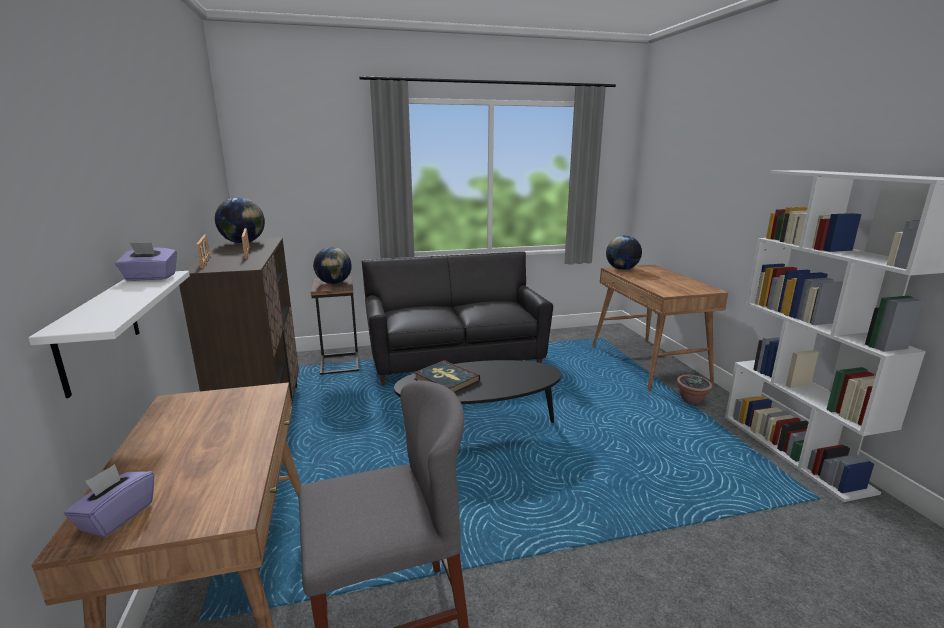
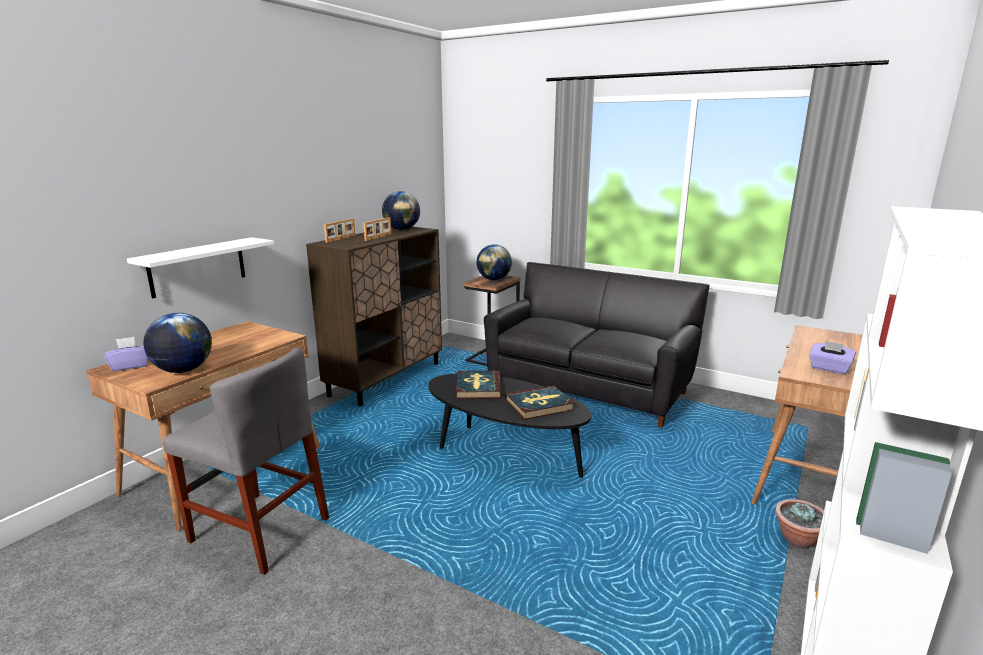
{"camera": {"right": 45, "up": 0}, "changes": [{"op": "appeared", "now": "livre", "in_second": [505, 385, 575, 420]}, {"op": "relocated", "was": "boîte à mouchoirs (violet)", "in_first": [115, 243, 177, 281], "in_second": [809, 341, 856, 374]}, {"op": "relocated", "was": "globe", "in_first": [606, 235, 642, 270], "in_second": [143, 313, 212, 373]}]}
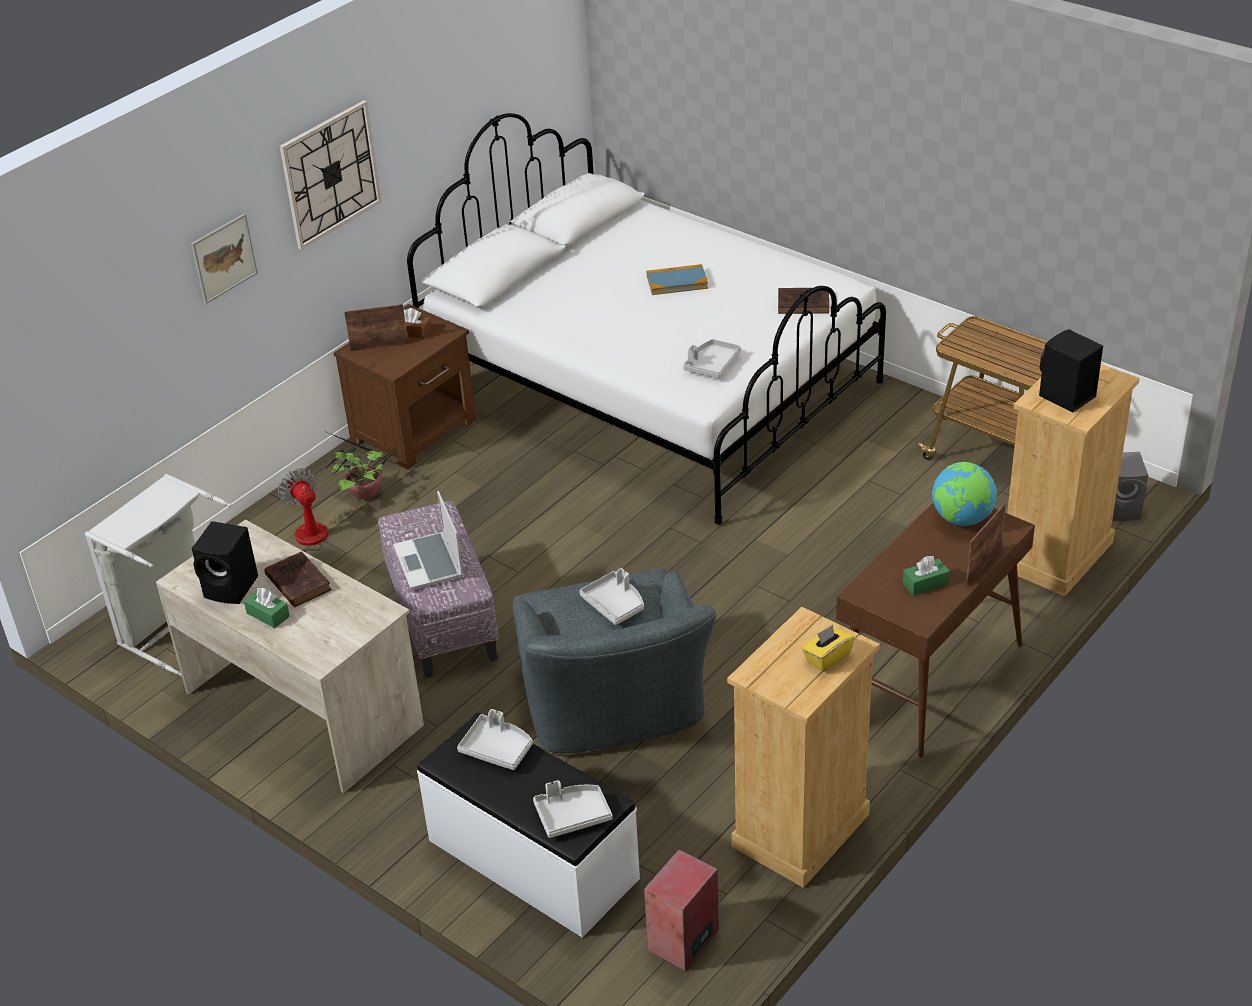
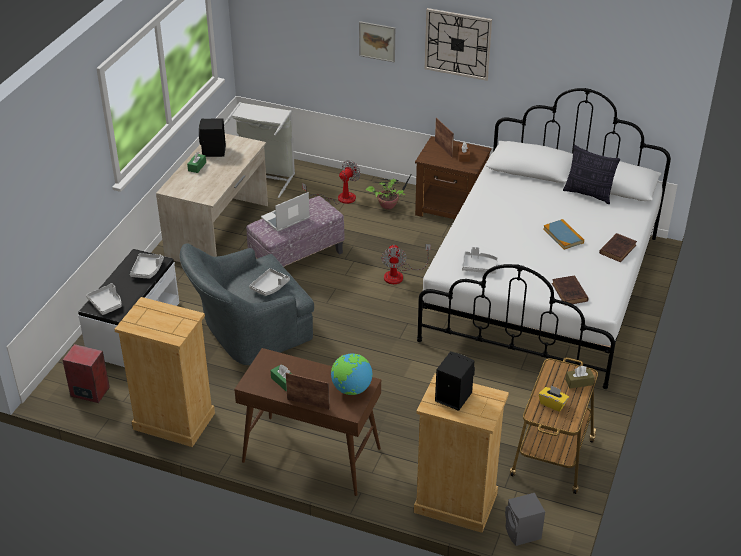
{"camera": {"right": 70, "up": 0}, "changes": [{"op": "appeared", "now": "ventilateur", "in_second": [381, 244, 431, 284]}, {"op": "appeared", "now": "coussin", "in_second": [563, 145, 620, 204]}, {"op": "appeared", "now": "boîte à mouchoirs (marron)", "in_second": [565, 366, 595, 388]}, {"op": "relocated", "was": "livre (marron)", "in_first": [265, 552, 332, 607], "in_second": [599, 233, 637, 262]}, {"op": "relocated", "was": "boîte à mouchoirs (jaune)", "in_first": [802, 625, 855, 672], "in_second": [539, 385, 569, 412]}]}
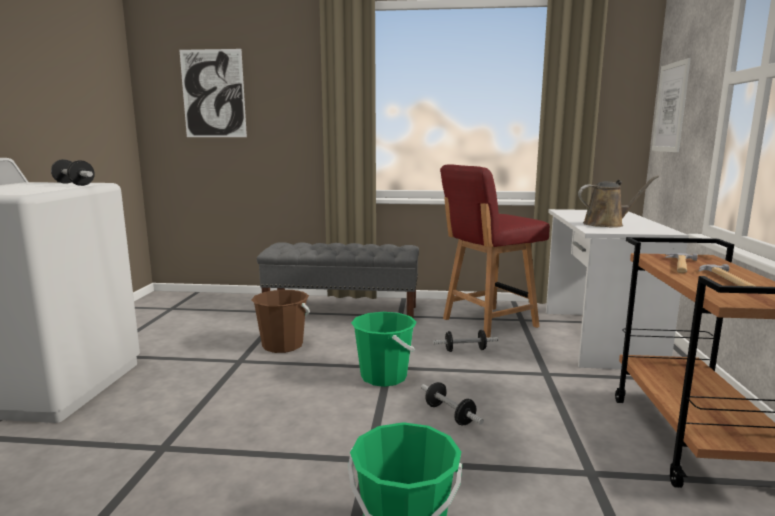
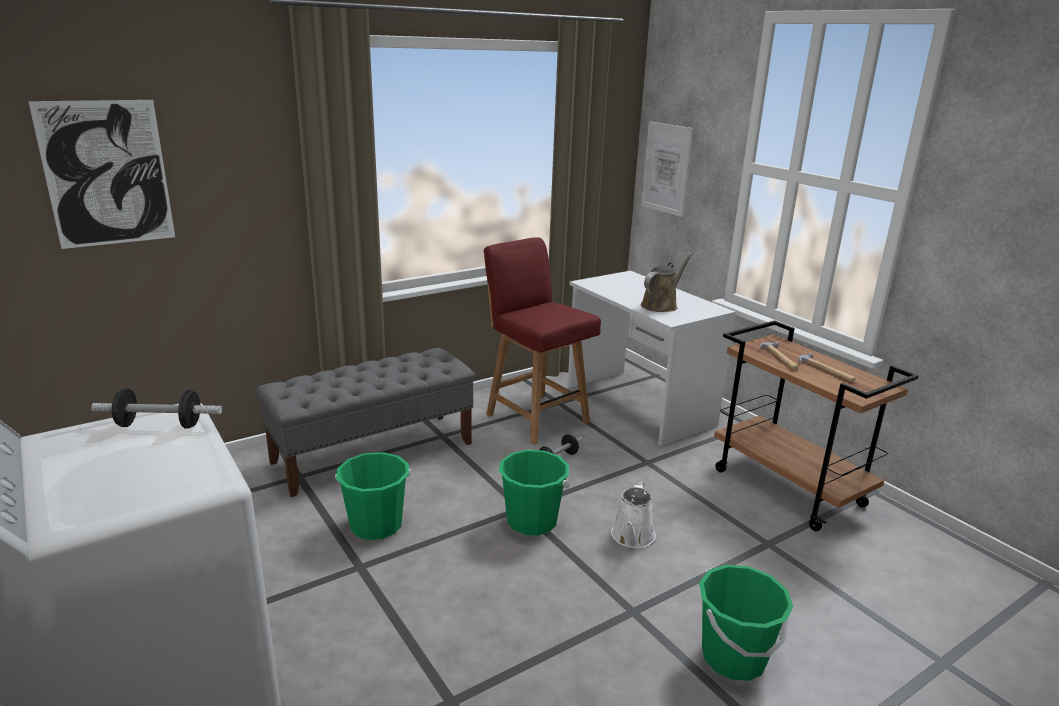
{"camera": {"right": -40, "up": 10}, "changes": [{"op": "exchanged", "was": "haltère", "now": "arrosoir (blanc)", "in_first": [421, 382, 484, 425], "in_second": [611, 481, 656, 548]}, {"op": "colour", "was": "seau (marron)", "now": "seau (vert)", "in_first": [252, 290, 310, 353], "in_second": [335, 452, 411, 540]}, {"op": "spun", "was": "chaise (rouge)", "in_first": [440, 164, 550, 338], "in_second": [484, 237, 601, 445], "clockwise": 120}]}
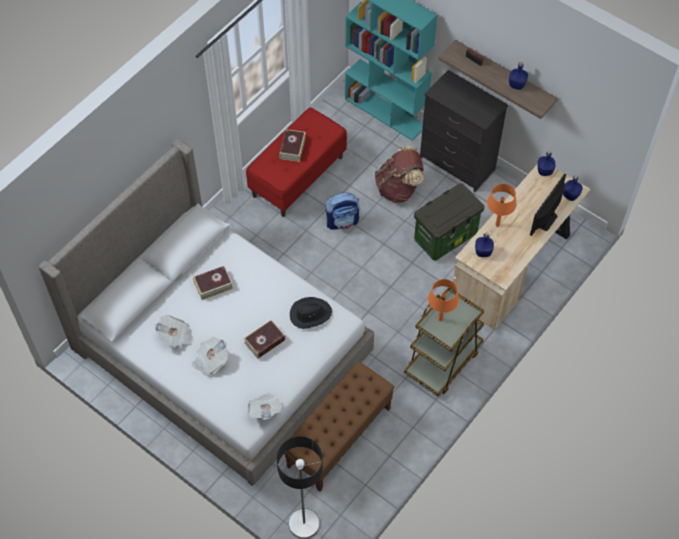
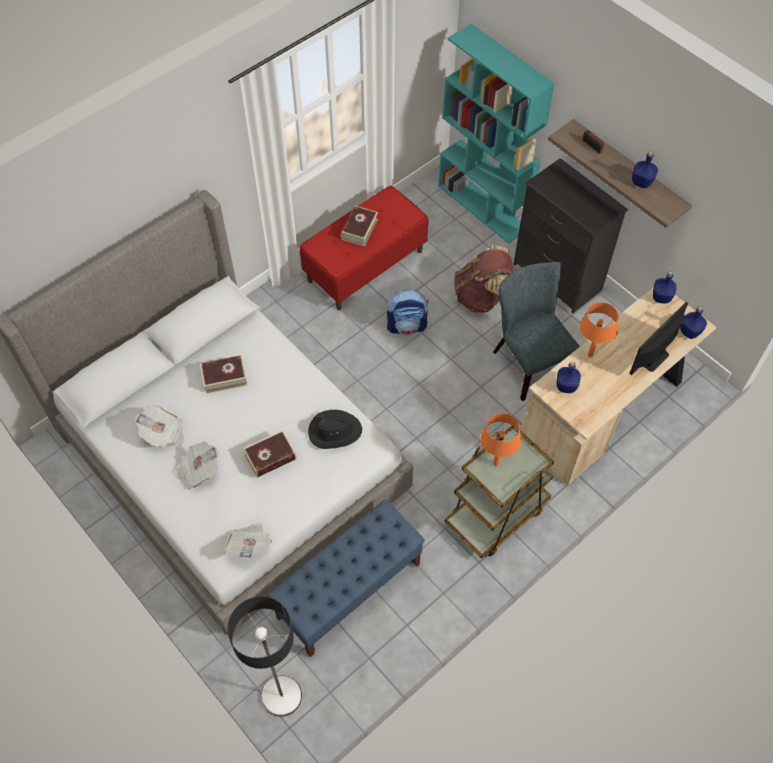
{"camera": {"right": 10, "up": 0}, "changes": [{"op": "exchanged", "was": "boîte de rangement", "now": "chaise (gris)", "in_first": [414, 183, 484, 260], "in_second": [493, 262, 580, 401]}, {"op": "colour", "was": "banc (marron)", "now": "banc (bleu)", "in_first": [285, 361, 395, 492], "in_second": [267, 500, 425, 657]}]}
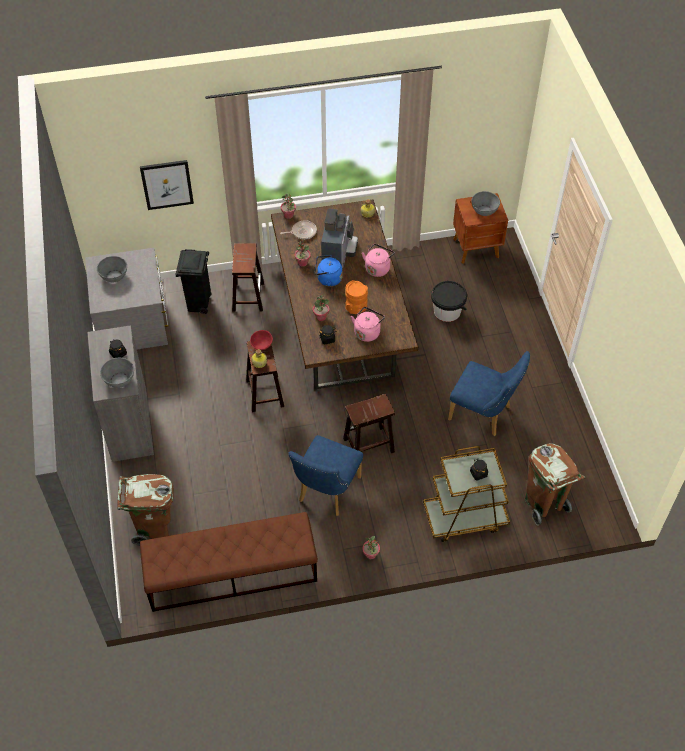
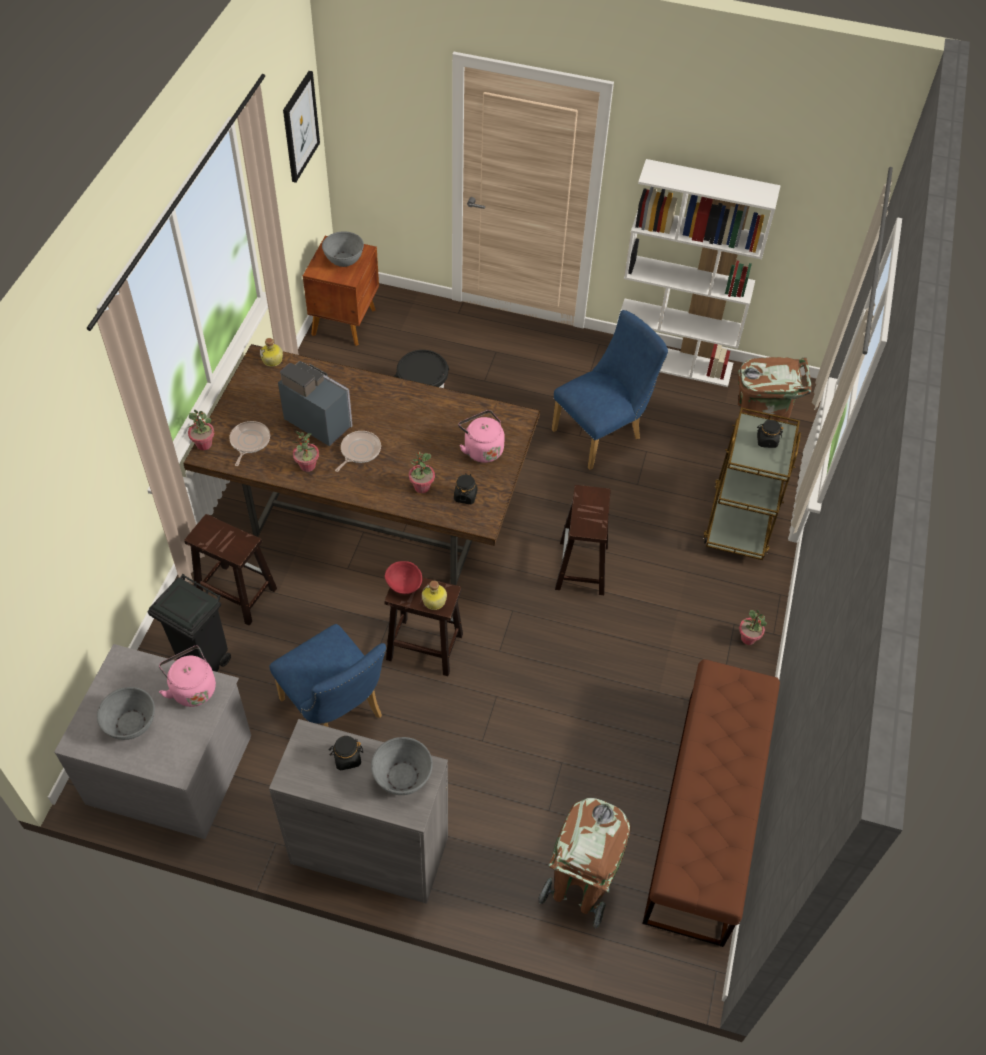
{"camera": {"right": -65, "up": 0}, "changes": [{"op": "missing", "was": "vase (orange)", "in_first": [345, 280, 368, 314]}, {"op": "appeared", "now": "bibliothèque (blanc)", "in_second": [617, 159, 781, 387]}, {"op": "relocated", "was": "tableau", "in_first": [140, 160, 194, 210], "in_second": [283, 71, 320, 183]}, {"op": "relocated", "was": "chaise (bleu)", "in_first": [288, 435, 363, 516], "in_second": [269, 624, 386, 727]}, {"op": "relocated", "was": "bouilloire (rose)", "in_first": [362, 244, 394, 277], "in_second": [159, 646, 216, 707]}, {"op": "exchanged", "was": "bouilloire (bleu)", "now": "poêle", "in_first": [315, 255, 343, 287], "in_second": [335, 431, 381, 472]}]}
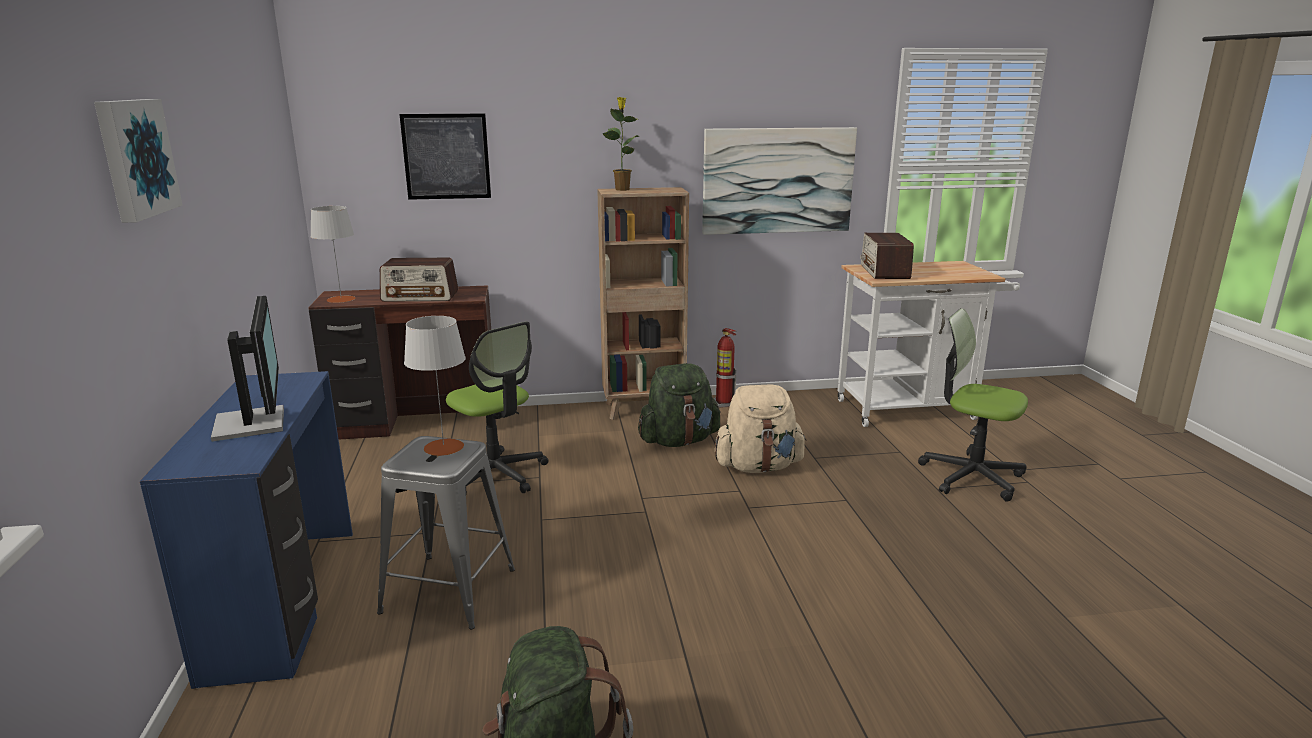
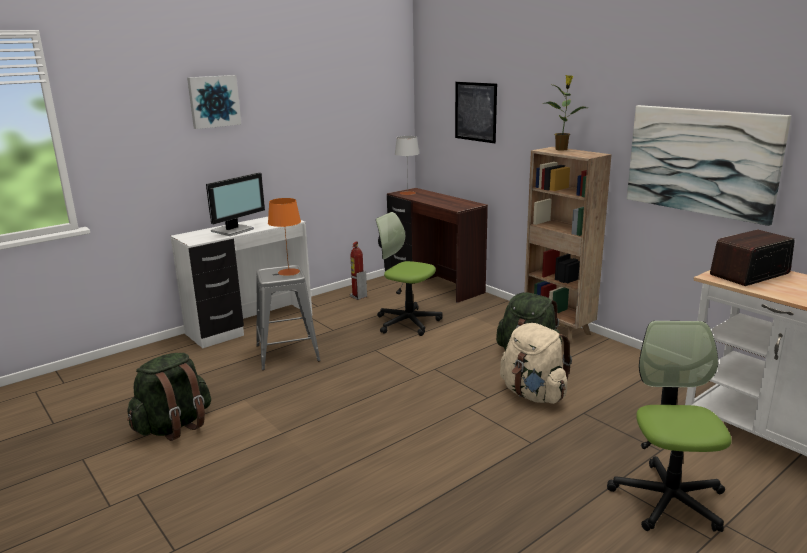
{"camera": {"right": 60, "up": 0}, "changes": [{"op": "missing", "was": "radio", "in_first": [380, 258, 458, 302]}, {"op": "relocated", "was": "extincteur", "in_first": [714, 328, 736, 408], "in_second": [350, 242, 367, 300]}, {"op": "colour", "was": "bureau (bleu)", "now": "bureau (blanc)", "in_first": [140, 371, 353, 689], "in_second": [170, 217, 312, 348]}, {"op": "colour", "was": "lampe de table (gris)", "now": "lampe de table (orange)", "in_first": [404, 316, 466, 456], "in_second": [268, 198, 301, 276]}, {"op": "spun", "was": "chaise de bureau", "in_first": [446, 322, 549, 494], "in_second": [376, 212, 443, 336], "clockwise": 105}]}
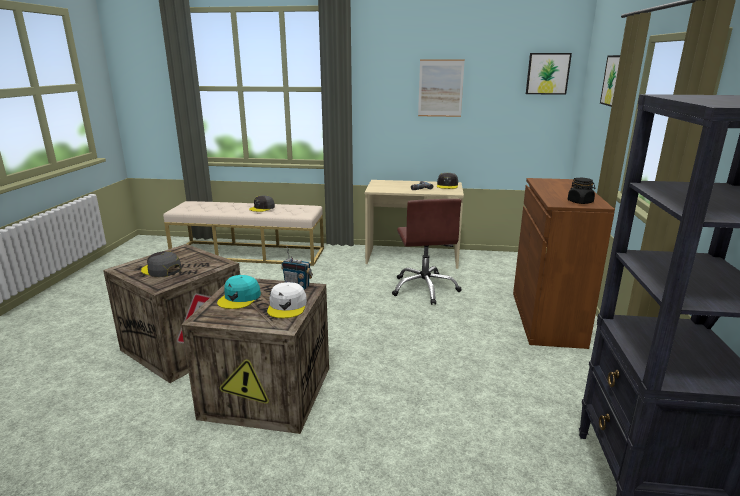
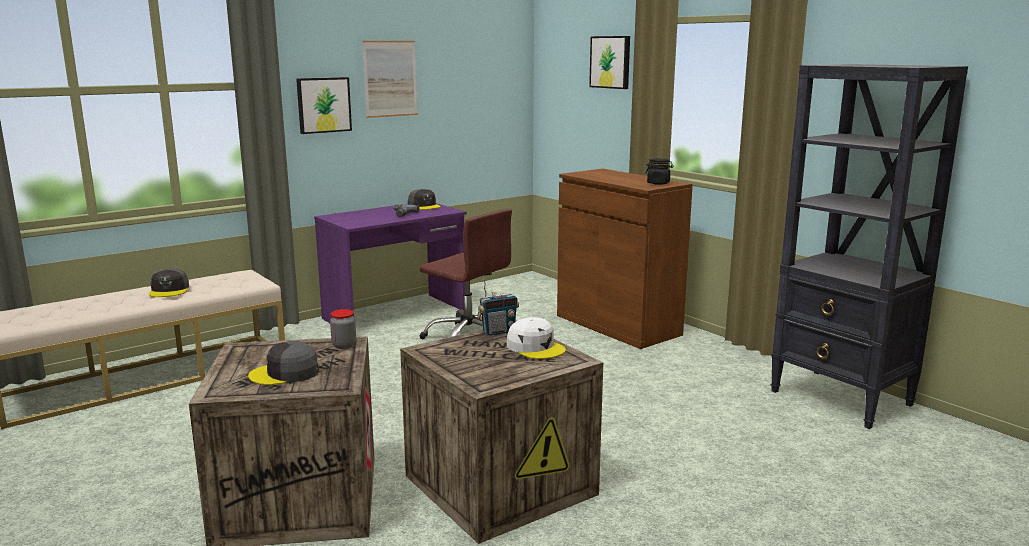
{"camera": {"right": -45, "up": -5}, "changes": [{"op": "missing", "was": "casquette (turquoise)", "in_first": [217, 275, 261, 309]}, {"op": "appeared", "now": "bocal", "in_second": [330, 309, 356, 349]}, {"op": "relocated", "was": "tableau", "in_first": [526, 53, 572, 95], "in_second": [296, 77, 352, 134]}, {"op": "colour", "was": "bureau (beige)", "now": "bureau (violet)", "in_first": [364, 180, 464, 269], "in_second": [314, 203, 467, 323]}]}
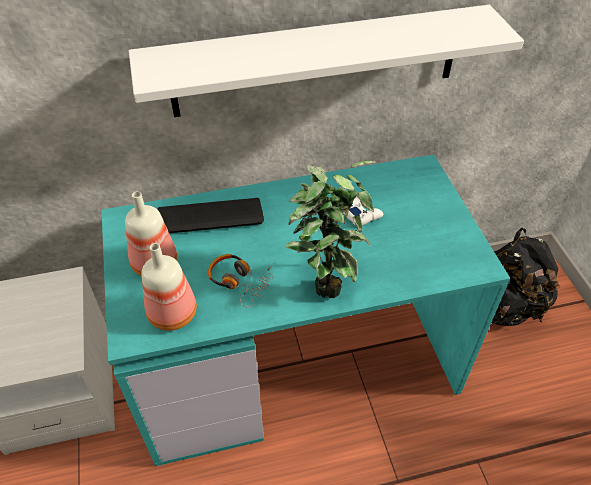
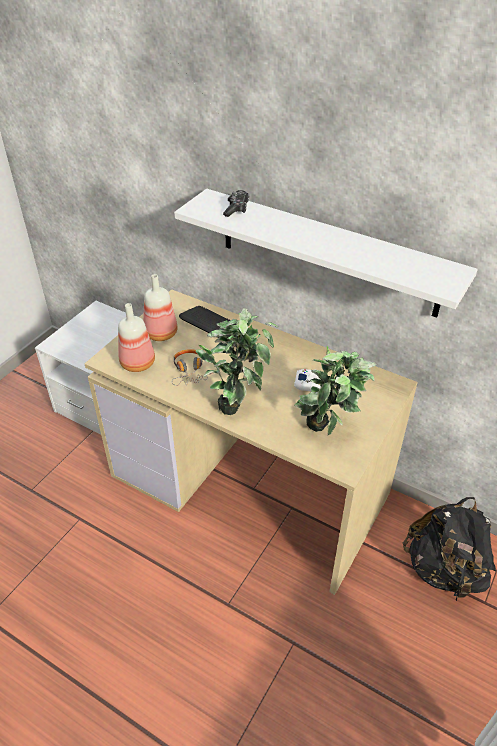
{"camera": {"right": 45, "up": -5}, "changes": [{"op": "appeared", "now": "manette", "in_second": [223, 190, 249, 217]}, {"op": "appeared", "now": "plante en pot", "in_second": [294, 346, 377, 435]}, {"op": "colour", "was": "bureau (turquoise)", "now": "bureau (beige)", "in_first": [101, 154, 510, 466], "in_second": [85, 289, 418, 595]}]}
